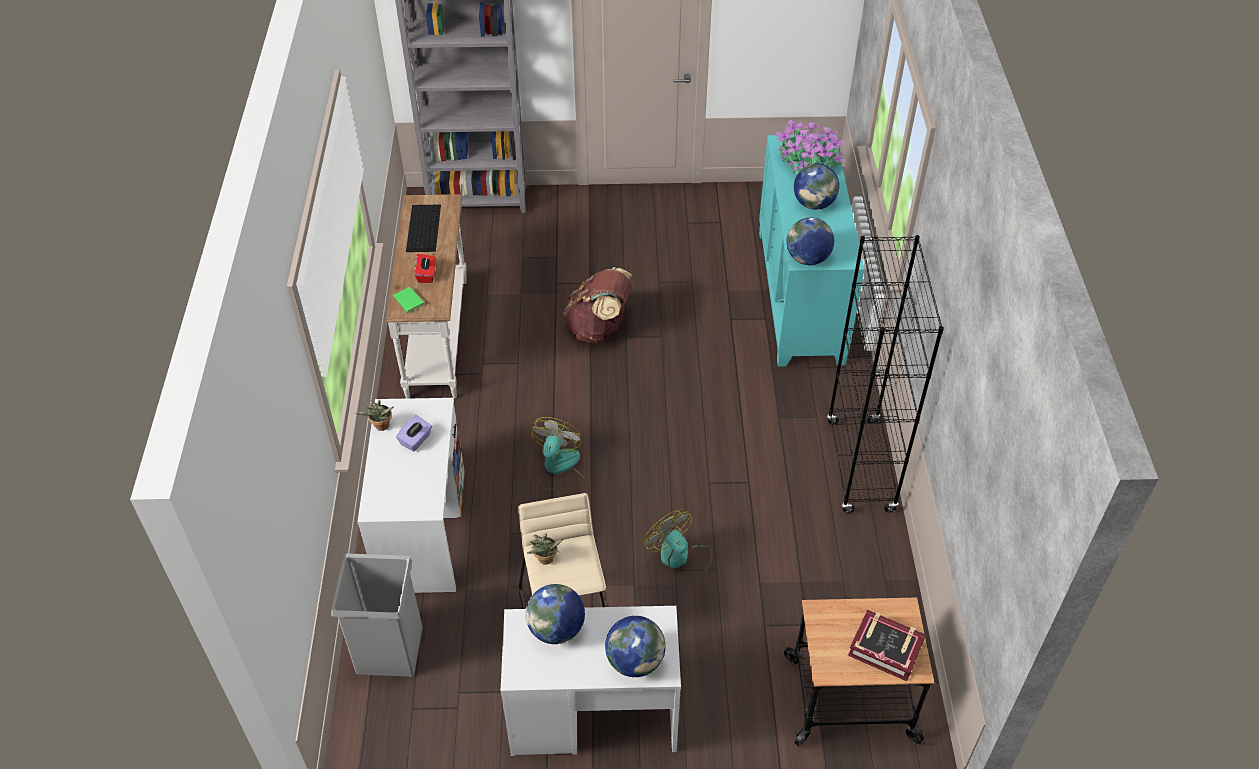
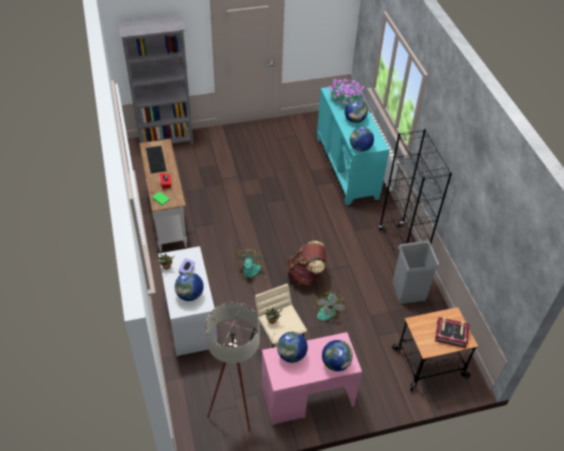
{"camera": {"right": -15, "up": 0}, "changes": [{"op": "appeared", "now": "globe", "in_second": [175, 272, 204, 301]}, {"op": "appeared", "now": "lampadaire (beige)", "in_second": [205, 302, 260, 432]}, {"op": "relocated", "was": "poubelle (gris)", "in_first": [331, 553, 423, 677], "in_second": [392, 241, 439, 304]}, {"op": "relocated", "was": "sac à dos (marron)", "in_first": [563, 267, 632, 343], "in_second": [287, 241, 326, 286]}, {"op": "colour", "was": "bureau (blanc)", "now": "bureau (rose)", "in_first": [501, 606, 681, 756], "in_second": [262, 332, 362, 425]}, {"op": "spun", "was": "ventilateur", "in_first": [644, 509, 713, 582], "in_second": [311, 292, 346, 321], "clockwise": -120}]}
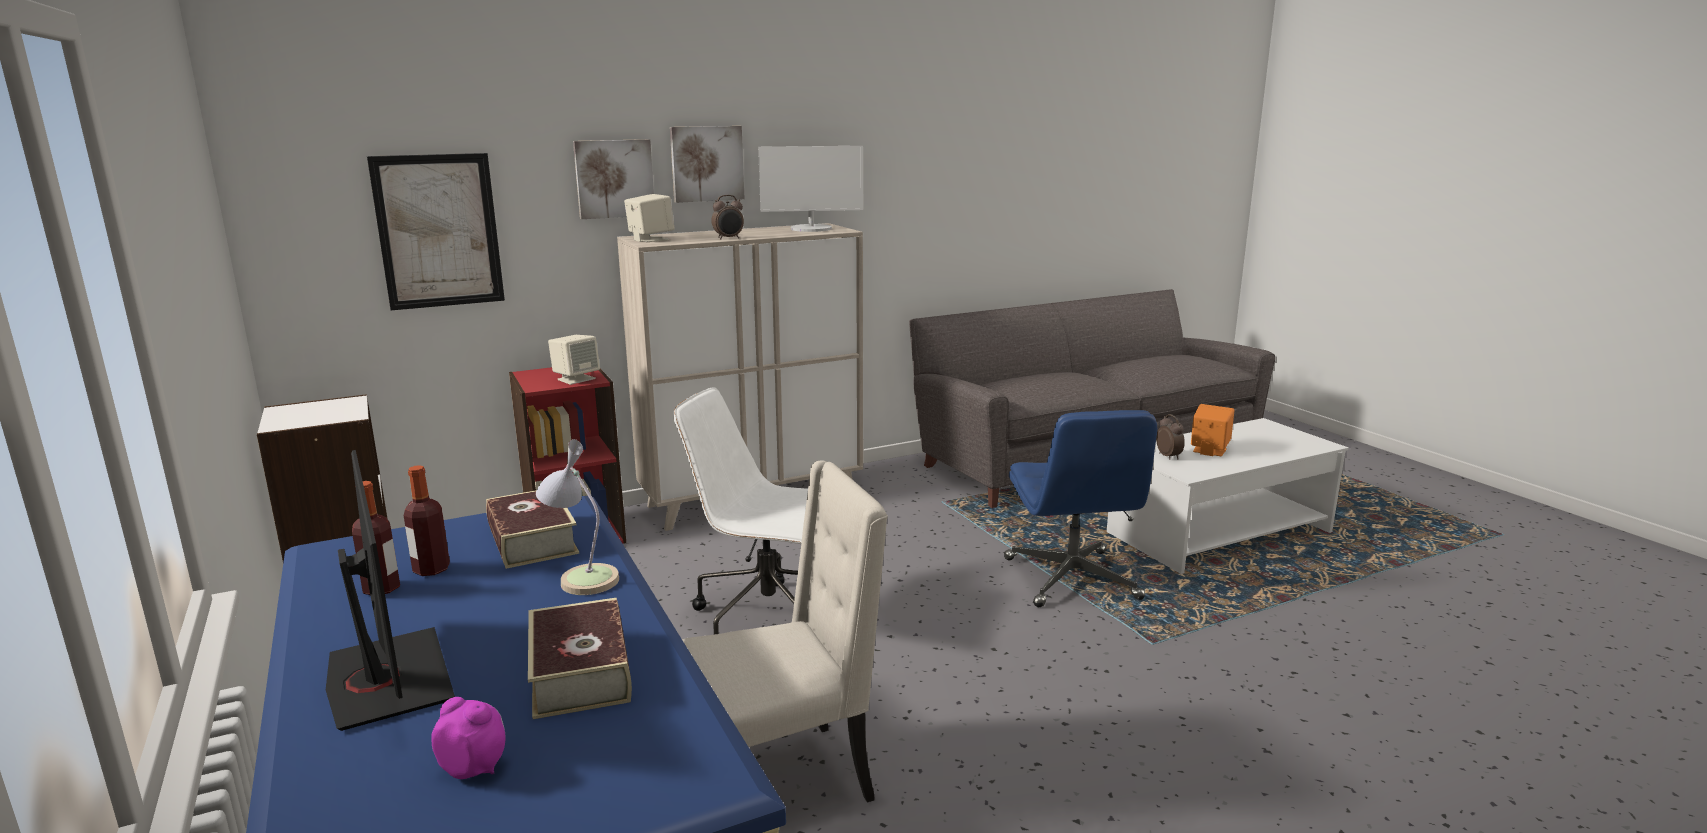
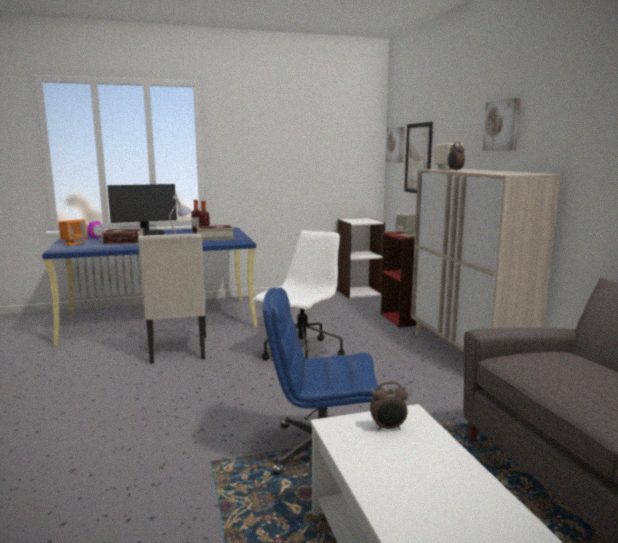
{"camera": {"right": 100, "up": -5}, "changes": [{"op": "missing", "was": "écran d'ordinateur", "in_first": [758, 146, 863, 232]}, {"op": "relocated", "was": "tableau", "in_first": [573, 139, 654, 219], "in_second": [386, 127, 404, 163]}, {"op": "relocated", "was": "enceinte (orange)", "in_first": [1191, 404, 1234, 456], "in_second": [58, 219, 87, 245]}]}
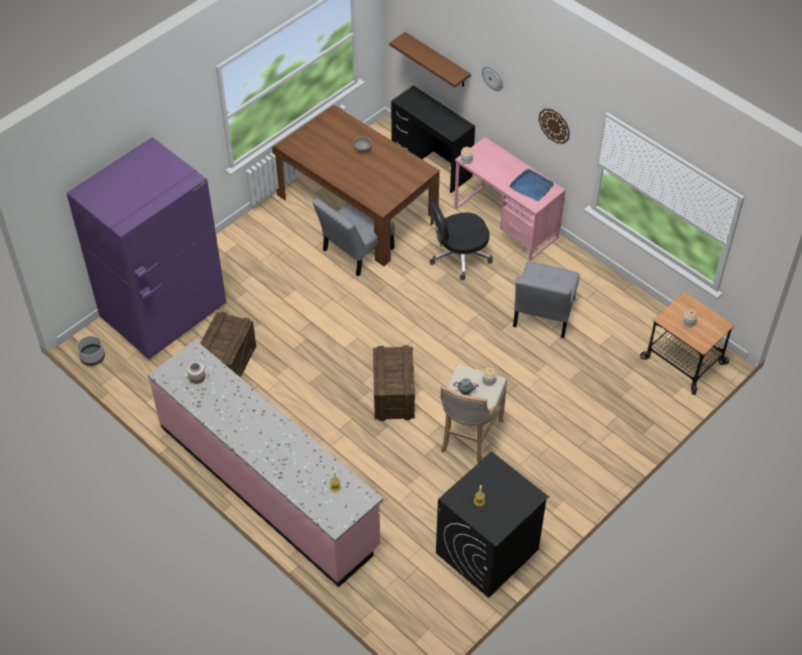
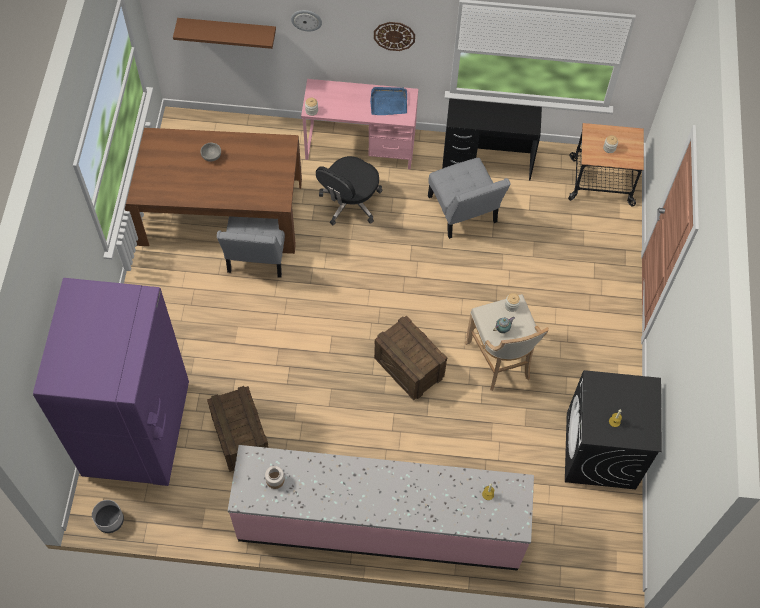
{"camera": {"right": -40, "up": 10}, "changes": [{"op": "relocated", "was": "bureau (noir)", "in_first": [391, 85, 475, 193], "in_second": [442, 98, 542, 180]}]}
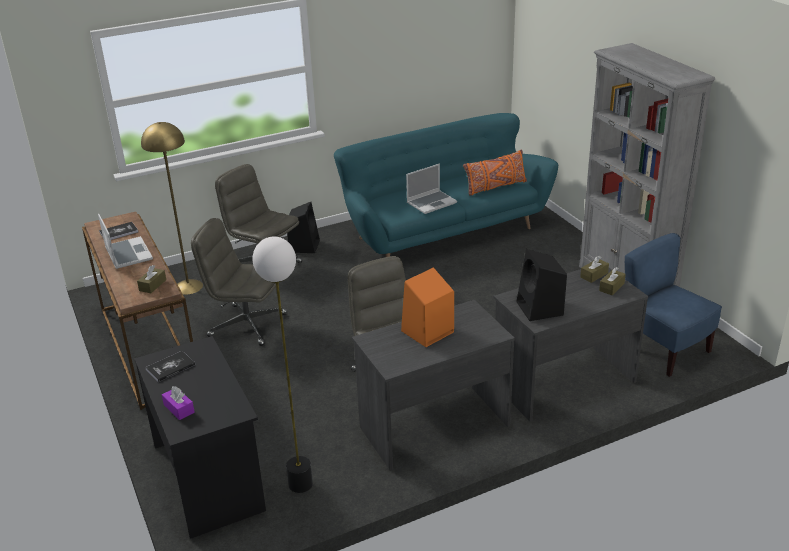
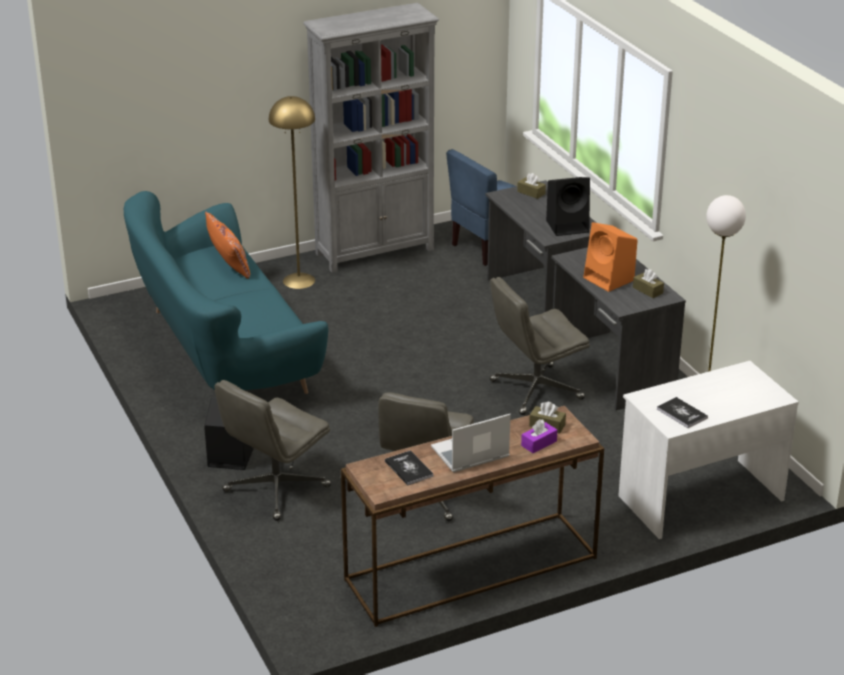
{"camera": {"right": -90, "up": 0}, "changes": [{"op": "missing", "was": "ordinateur portable", "in_first": [406, 164, 457, 214]}, {"op": "relocated", "was": "lampadaire (jaune)", "in_first": [141, 122, 203, 295], "in_second": [269, 96, 315, 289]}, {"op": "relocated", "was": "boîte à mouchoirs (violet)", "in_first": [162, 386, 195, 420], "in_second": [521, 419, 557, 453]}, {"op": "relocated", "was": "boîte à mouchoirs (marron)", "in_first": [580, 256, 609, 283], "in_second": [633, 269, 664, 298]}, {"op": "colour", "was": "bureau (noir)", "now": "bureau (blanc)", "in_first": [134, 336, 266, 539], "in_second": [618, 361, 799, 539]}]}
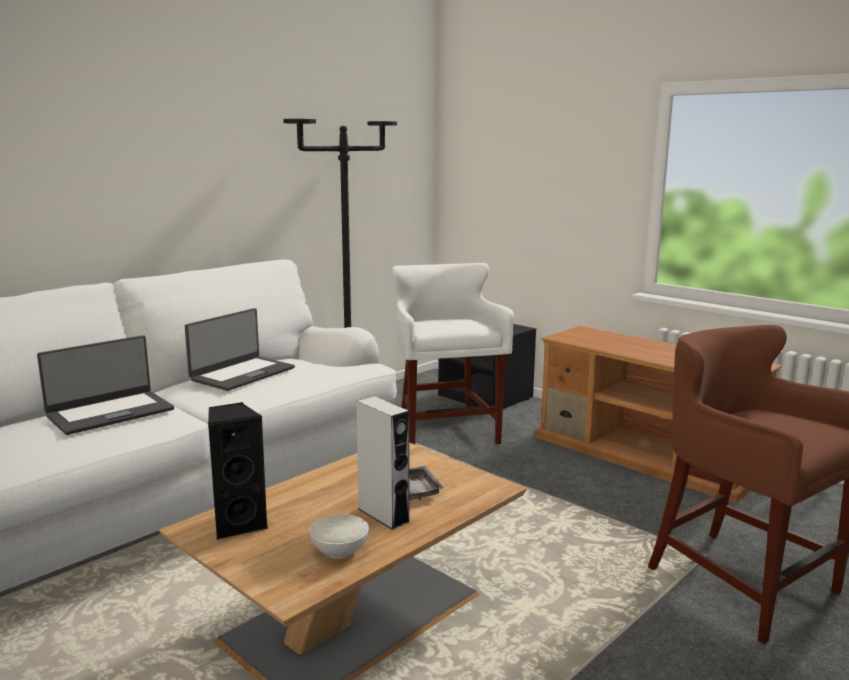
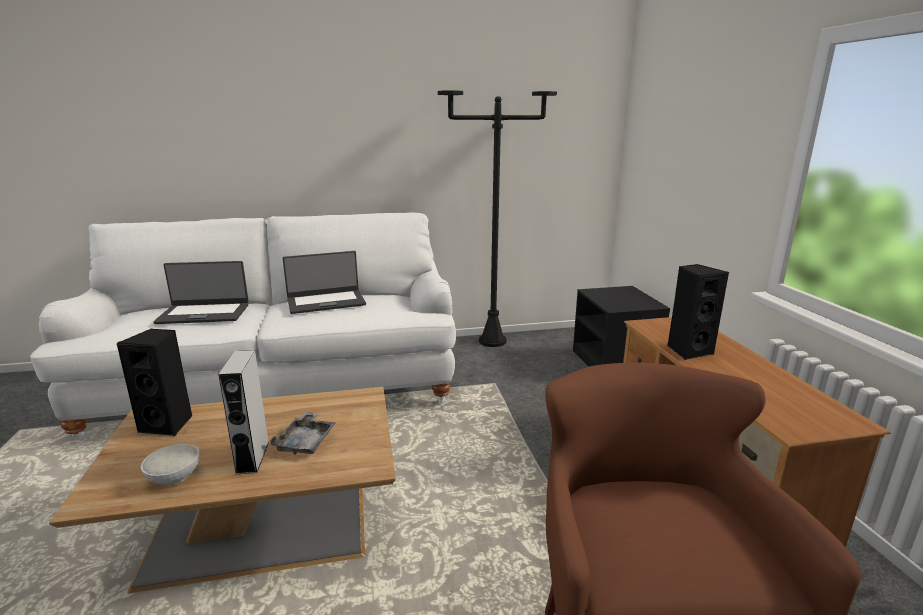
{"camera": {"right": 35, "up": 5}, "changes": [{"op": "missing", "was": "tabouret (blanc)", "in_first": [392, 263, 514, 445]}, {"op": "appeared", "now": "enceinte (noir)", "in_second": [668, 264, 729, 360]}]}
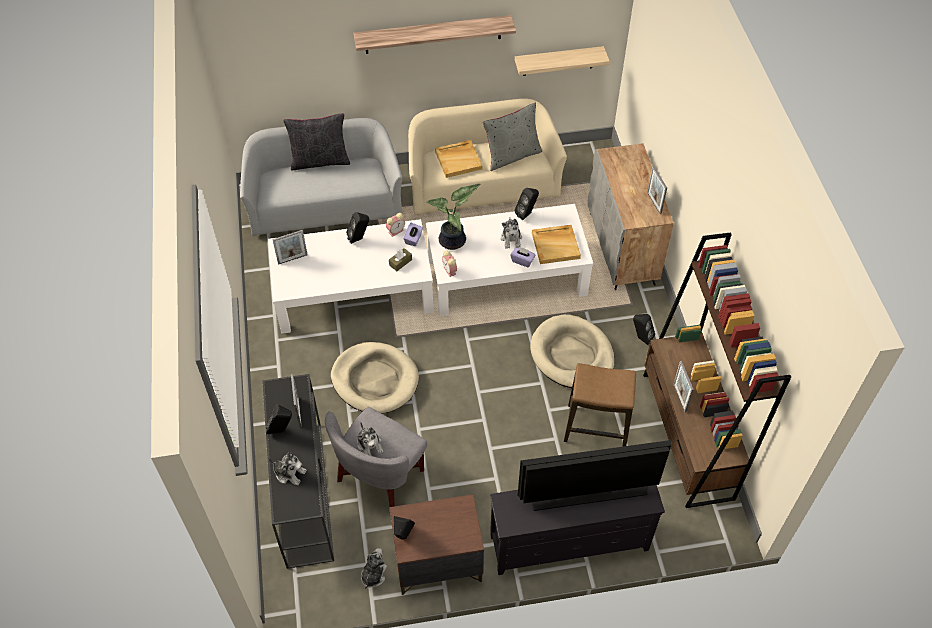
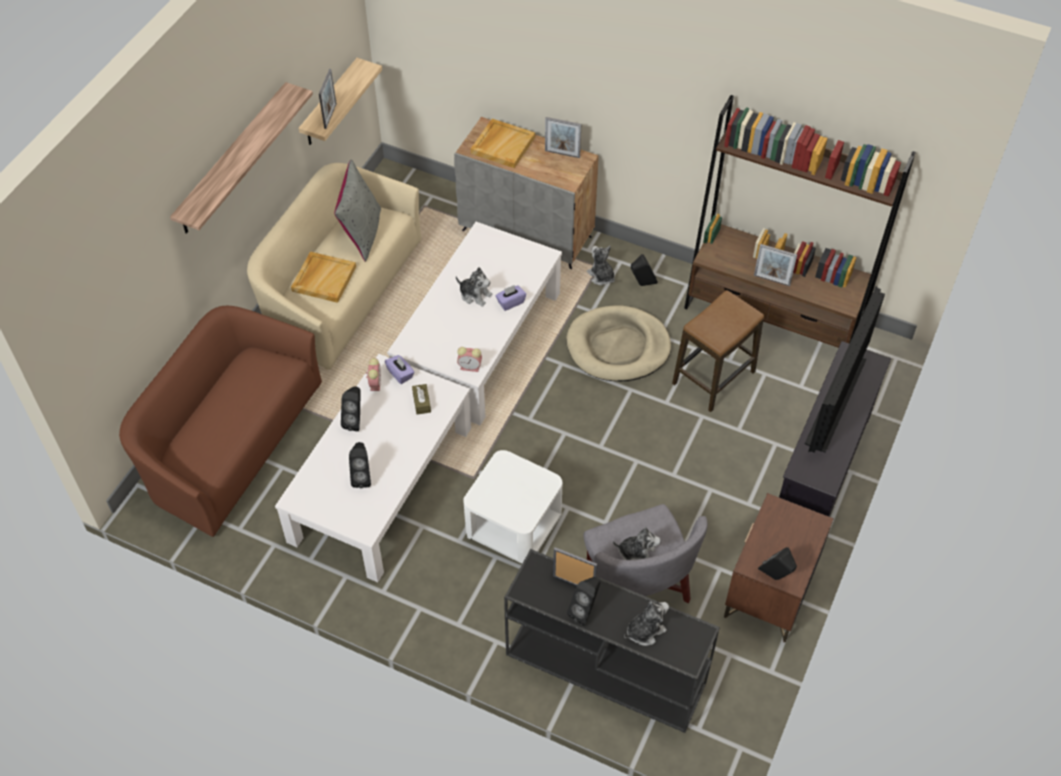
{"camera": {"right": -55, "up": 0}, "changes": [{"op": "missing", "was": "coussin (noir)", "in_first": [283, 113, 350, 171]}, {"op": "missing", "was": "plante en pot", "in_first": [426, 184, 481, 250]}, {"op": "relocated", "was": "cadre photo", "in_first": [272, 230, 308, 265], "in_second": [319, 69, 337, 129]}, {"op": "relocated", "was": "peluche", "in_first": [361, 548, 387, 589], "in_second": [587, 246, 615, 285]}, {"op": "relocated", "was": "enceinte (noir)", "in_first": [515, 188, 539, 220], "in_second": [349, 442, 371, 488]}, {"op": "relocated", "was": "plateau (beige)", "in_first": [532, 225, 581, 264], "in_second": [471, 119, 535, 168]}, {"op": "exchanged", "was": "panier pour chien (beige)", "now": "table d'appoint (blanc)", "in_first": [331, 342, 419, 414], "in_second": [463, 450, 563, 564]}, {"op": "colour", "was": "canapé (gris)", "now": "canapé (marron)", "in_first": [240, 118, 403, 237], "in_second": [119, 306, 322, 537]}]}
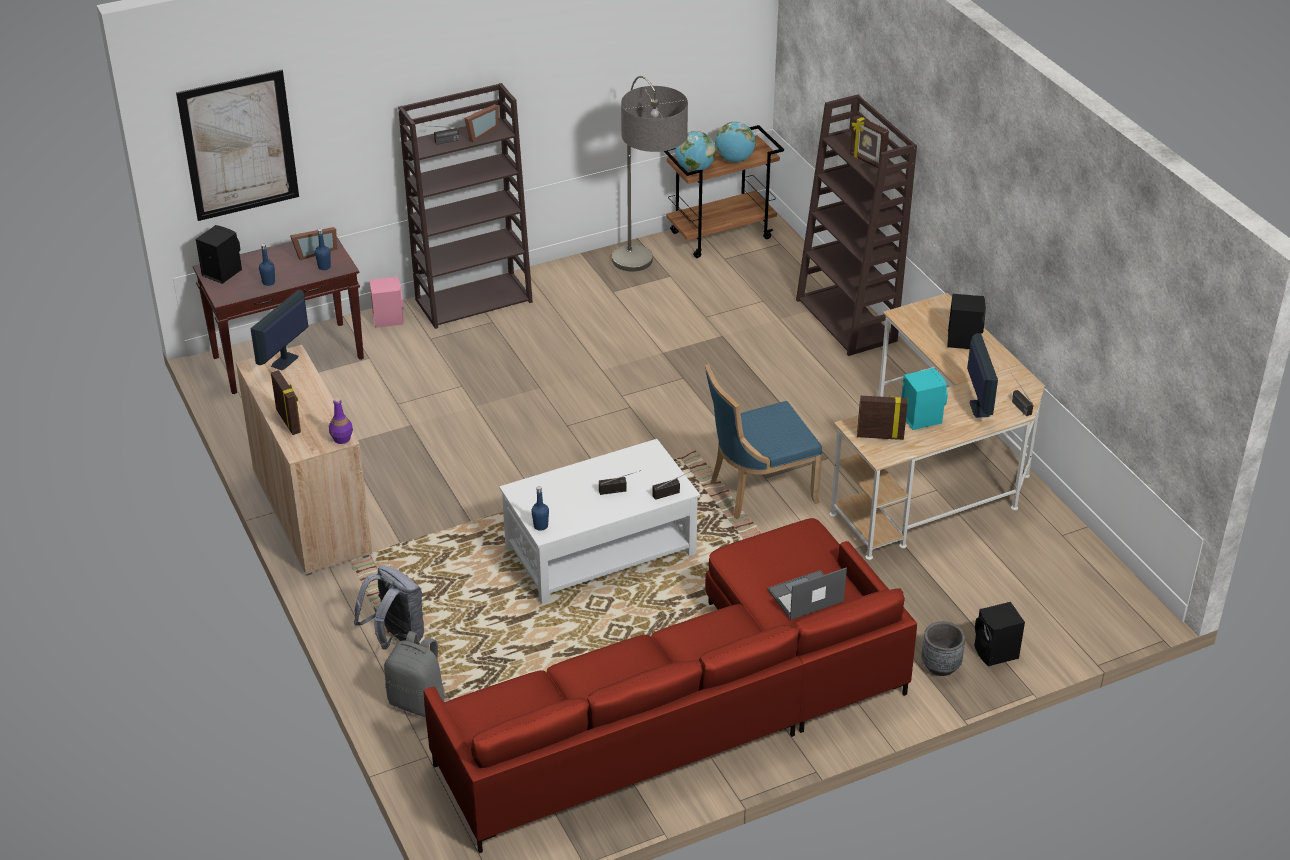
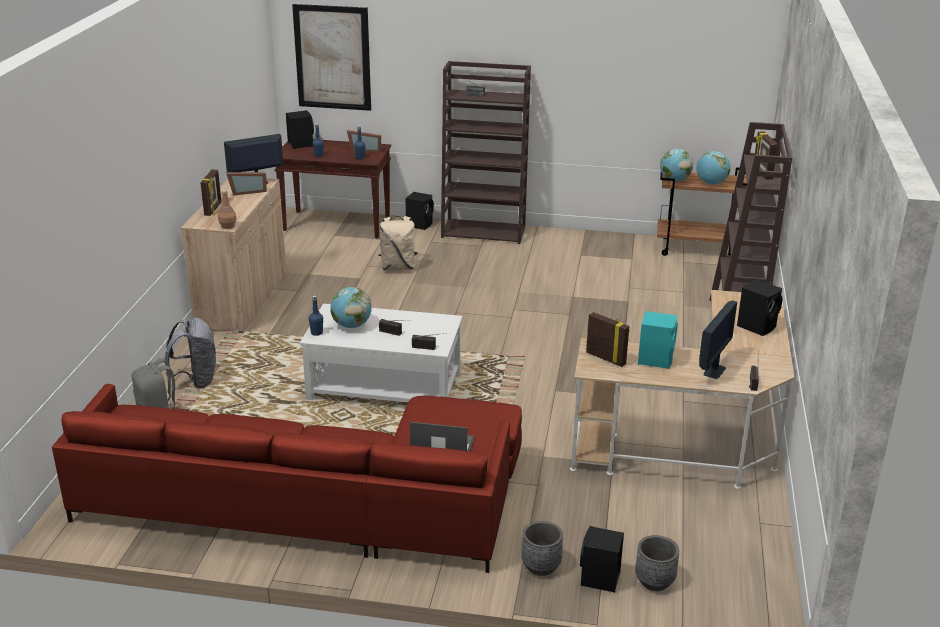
{"camera": {"right": 35, "up": -10}, "changes": [{"op": "missing", "was": "lampadaire", "in_first": [612, 76, 688, 271]}, {"op": "missing", "was": "chaise (bleu)", "in_first": [705, 364, 822, 519]}, {"op": "appeared", "now": "globe", "in_second": [330, 287, 372, 328]}, {"op": "appeared", "now": "sac à dos (beige)", "in_second": [378, 216, 418, 270]}, {"op": "appeared", "now": "cache-pot (gris)", "in_second": [635, 535, 679, 591]}, {"op": "relocated", "was": "cadre photo", "in_first": [464, 104, 499, 142], "in_second": [226, 172, 267, 196]}, {"op": "colour", "was": "bouteille (violet)", "now": "bouteille (marron)", "in_first": [329, 397, 353, 444], "in_second": [218, 190, 236, 229]}, {"op": "colour", "was": "enceinte (rose)", "now": "enceinte (noir)", "in_first": [369, 276, 404, 328], "in_second": [405, 192, 434, 230]}]}
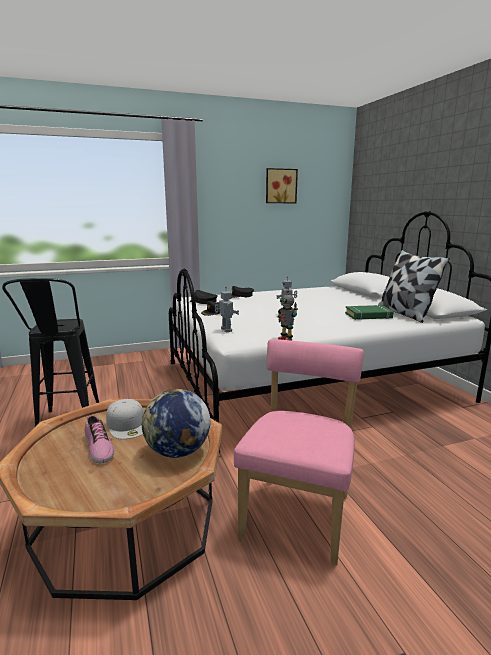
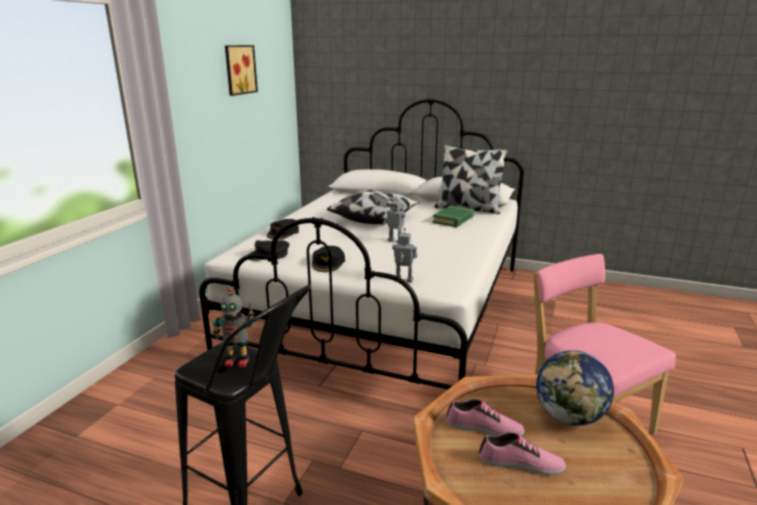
{"camera": {"right": -50, "up": 5}, "changes": [{"op": "appeared", "now": "coussin", "in_second": [327, 190, 419, 224]}, {"op": "relocated", "was": "robot jouet", "in_first": [278, 290, 298, 341], "in_second": [213, 287, 255, 367]}, {"op": "exchanged", "was": "casquette (blanc)", "now": "chaussure", "in_first": [106, 399, 144, 439], "in_second": [446, 399, 524, 436]}]}
